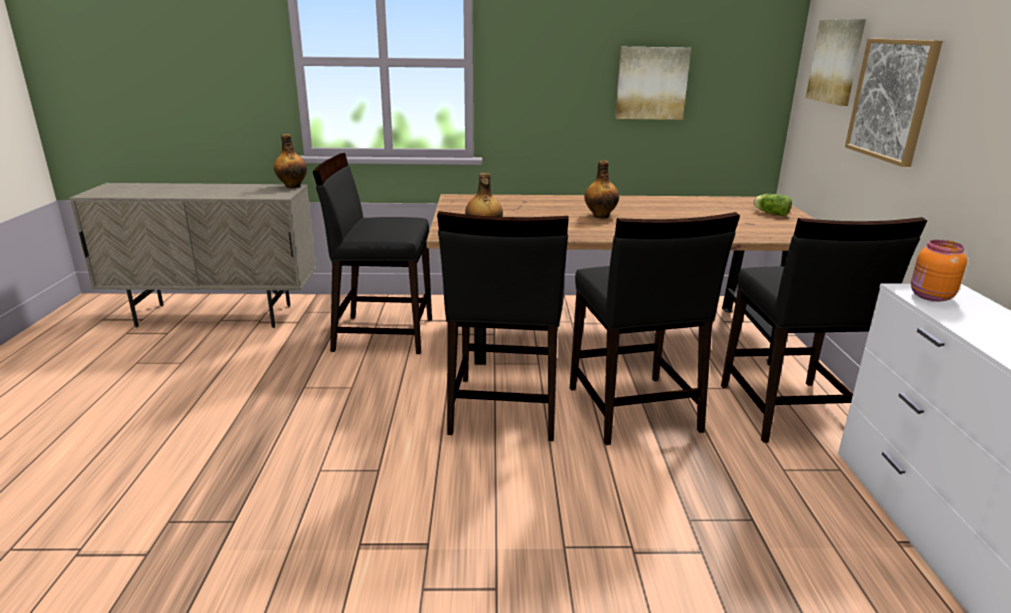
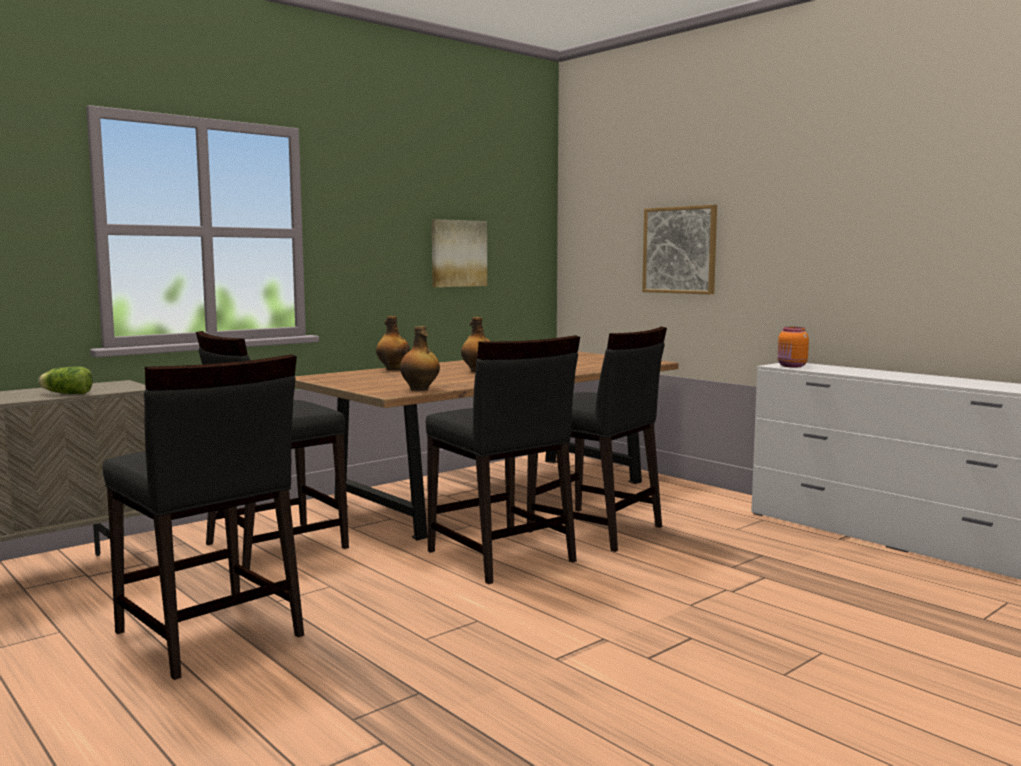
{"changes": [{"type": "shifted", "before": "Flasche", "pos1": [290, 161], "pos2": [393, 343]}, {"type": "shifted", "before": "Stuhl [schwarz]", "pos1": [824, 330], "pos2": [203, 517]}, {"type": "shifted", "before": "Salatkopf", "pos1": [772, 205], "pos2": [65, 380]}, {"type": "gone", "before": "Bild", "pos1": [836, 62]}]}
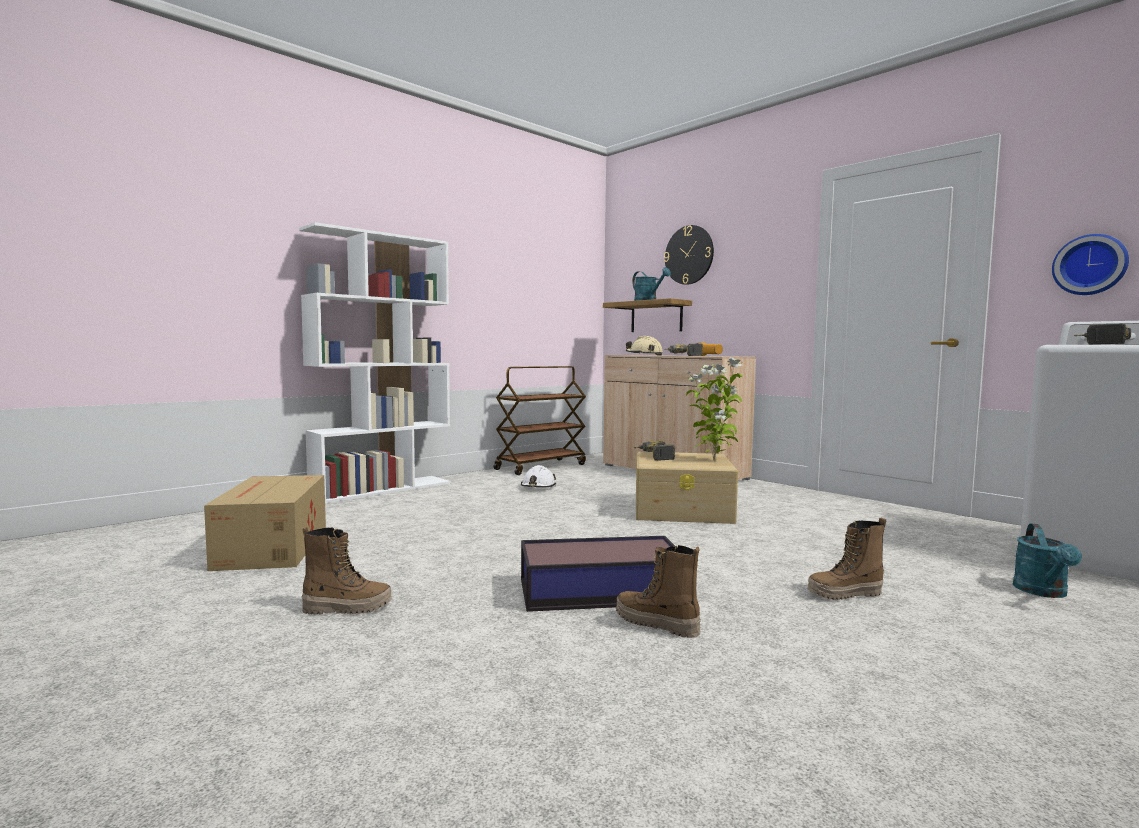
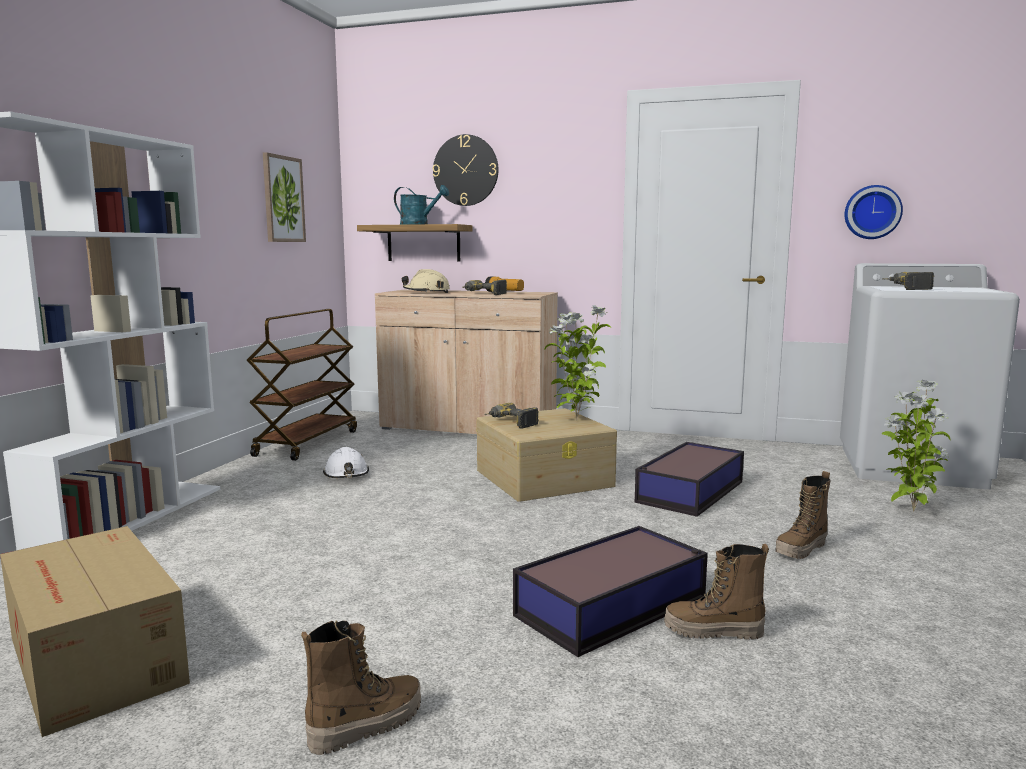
{"changes": [{"type": "swapped", "before": "Gießkanne [türkis]", "after": "Topfpflanze", "pos1": [1047, 560], "pos2": [916, 445]}, {"type": "new", "after": "Bild", "pos2": [284, 197]}, {"type": "new", "after": "Aufbewahrungsbox", "pos2": [689, 479]}]}
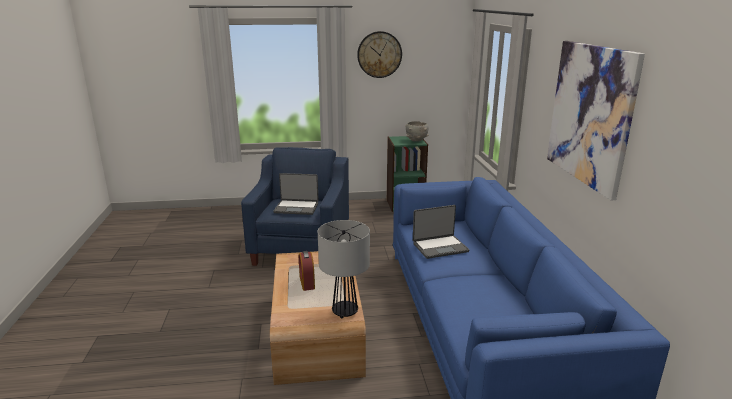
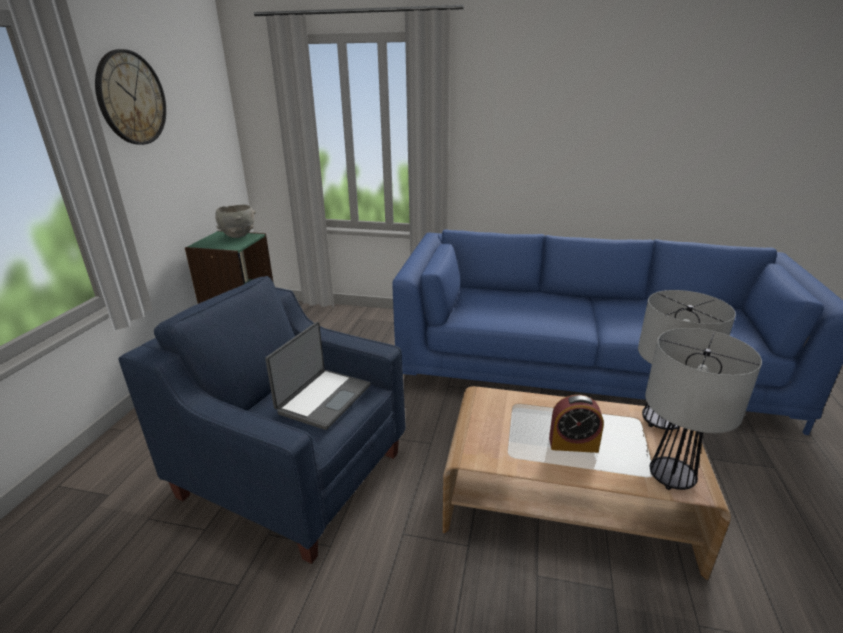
{"changes": [{"type": "gone", "before": "Laptop", "pos1": [441, 232]}, {"type": "gone", "before": "Bild", "pos1": [596, 120]}, {"type": "new", "after": "Tischlampe", "pos2": [703, 409]}]}
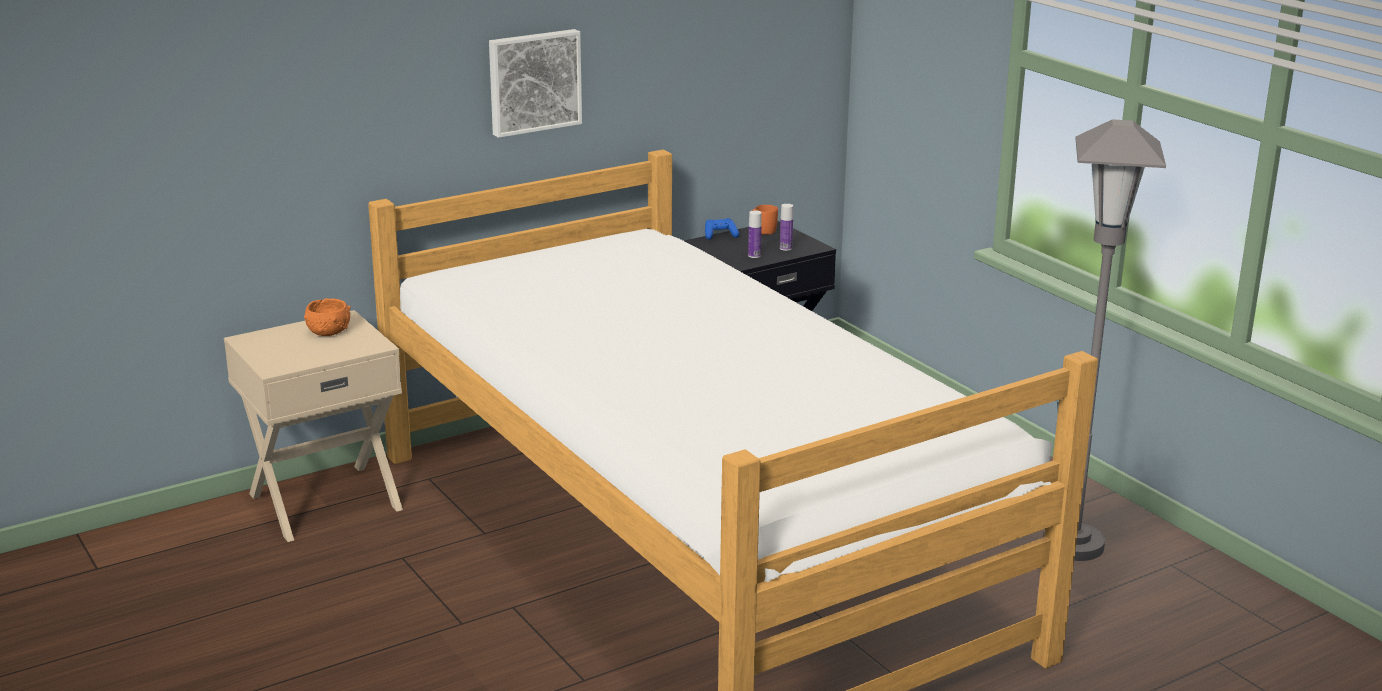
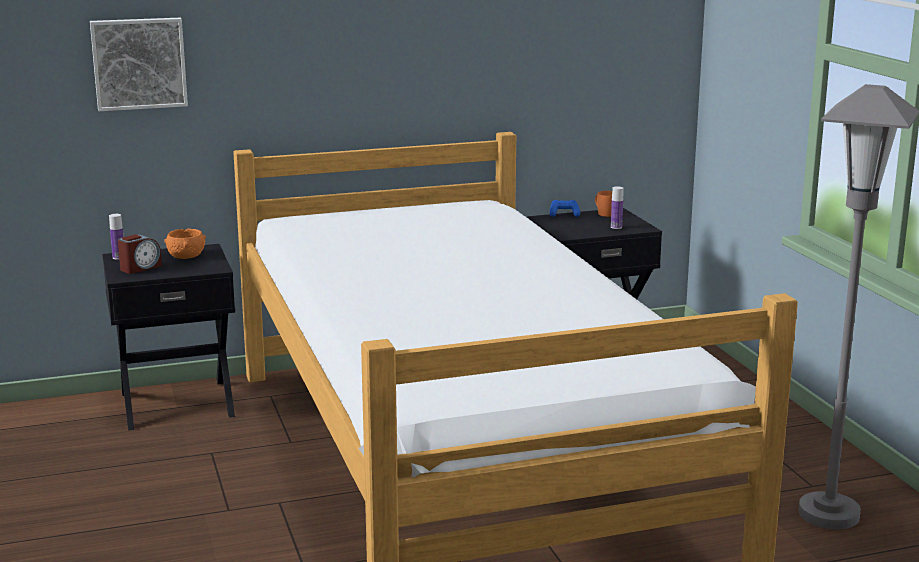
{"changes": [{"type": "repainted", "before": "Nachttisch [beige]", "after": "Nachttisch [schwarz]", "pos1": [313, 426], "pos2": [168, 337]}, {"type": "shifted", "before": "Bild", "pos1": [535, 83], "pos2": [139, 64]}, {"type": "shifted", "before": "Flasche", "pos1": [755, 234], "pos2": [116, 237]}, {"type": "new", "after": "Wecker", "pos2": [140, 254]}]}
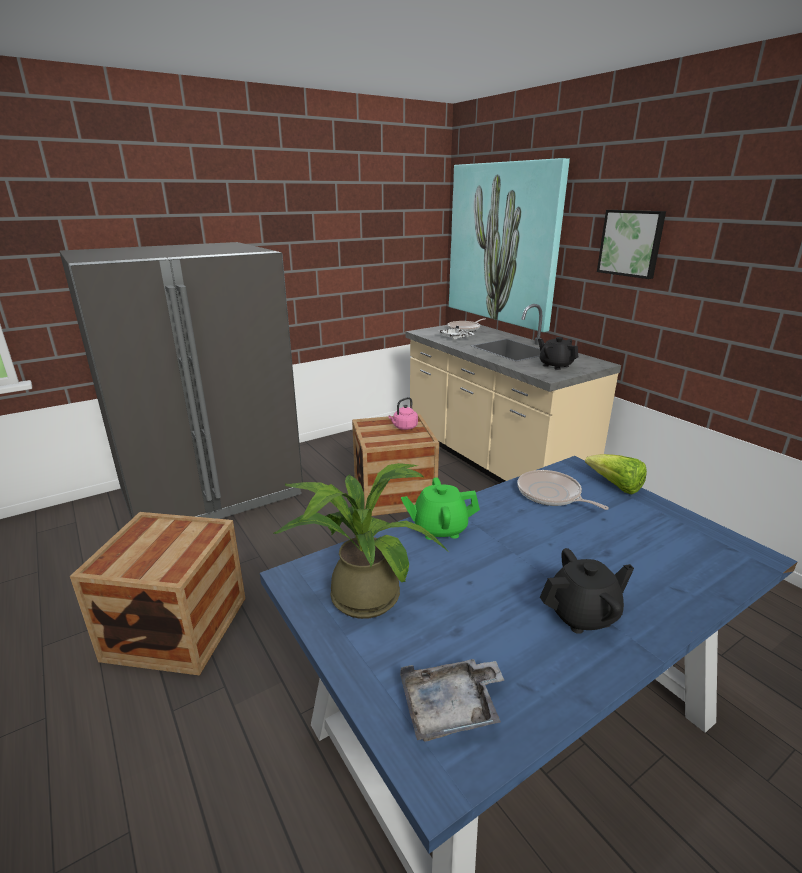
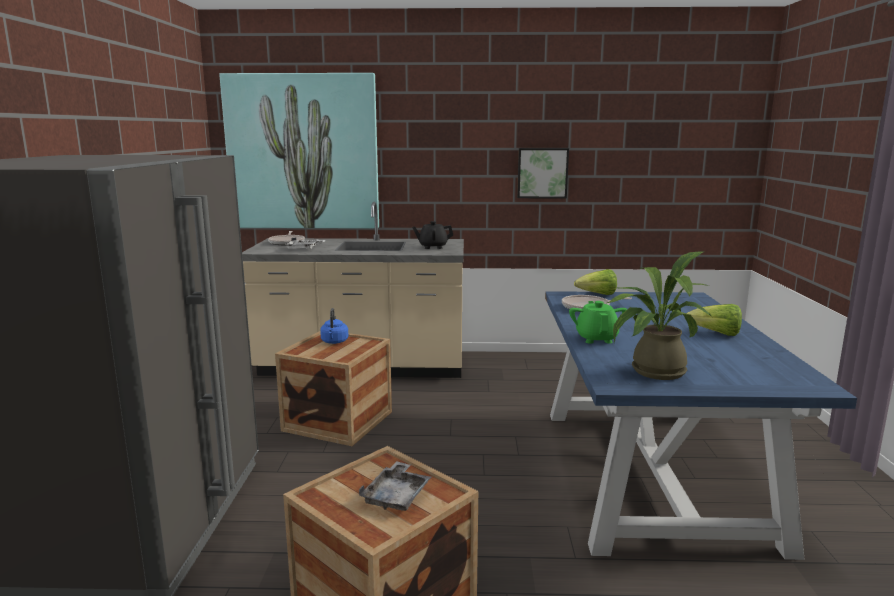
{"changes": [{"type": "repainted", "before": "Wasserkessel [rosa]", "after": "Wasserkessel [blau]", "pos1": [403, 413], "pos2": [334, 326]}, {"type": "shifted", "before": "Tablett [grau]", "pos1": [452, 700], "pos2": [395, 486]}, {"type": "rotated", "before": "Teekanne [grün]", "pos1": [440, 508], "pos2": [598, 322], "turn": 150}, {"type": "swapped", "before": "Teekanne [schwarz]", "after": "Salatkopf", "pos1": [587, 591], "pos2": [713, 320]}, {"type": "shifted", "before": "Bild", "pos1": [631, 244], "pos2": [543, 173]}]}
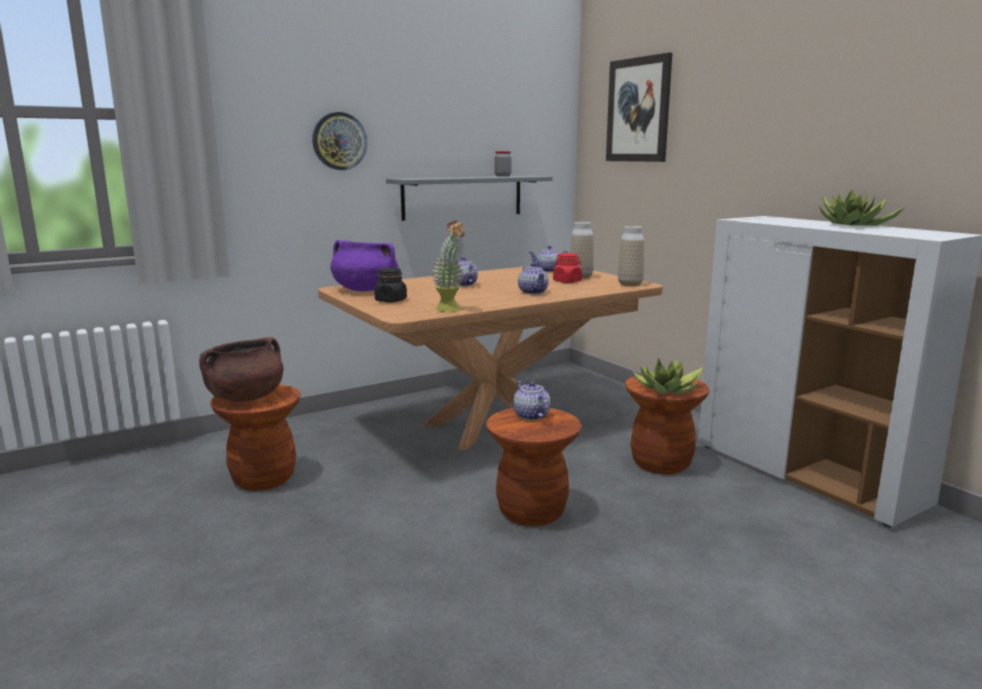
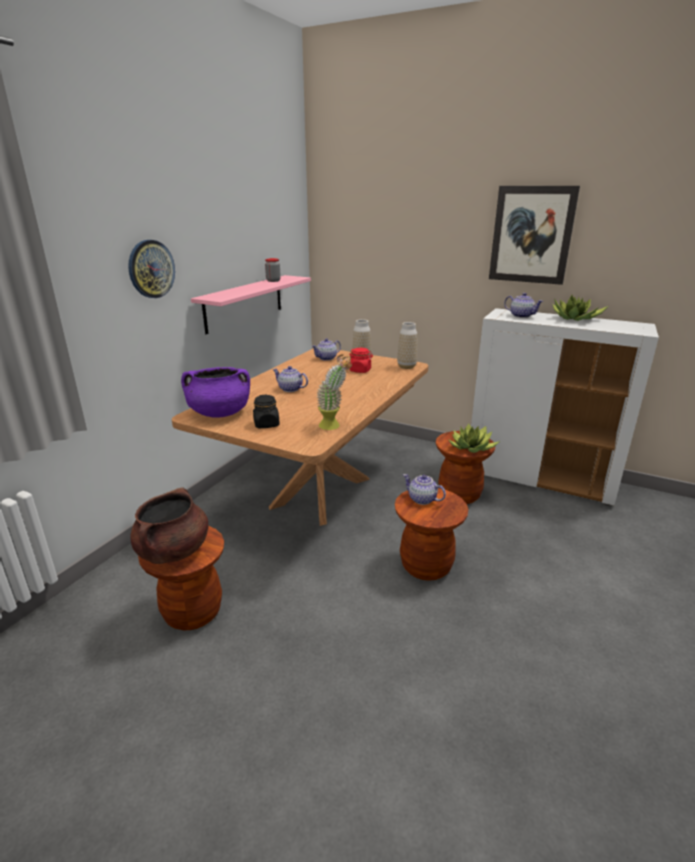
{"changes": [{"type": "repainted", "before": "Wandregal [grau]", "after": "Wandregal [rosa]", "pos1": [469, 198], "pos2": [251, 304]}, {"type": "shifted", "before": "Teekanne", "pos1": [533, 278], "pos2": [524, 305]}, {"type": "shifted", "before": "Bild", "pos1": [639, 107], "pos2": [534, 235]}]}
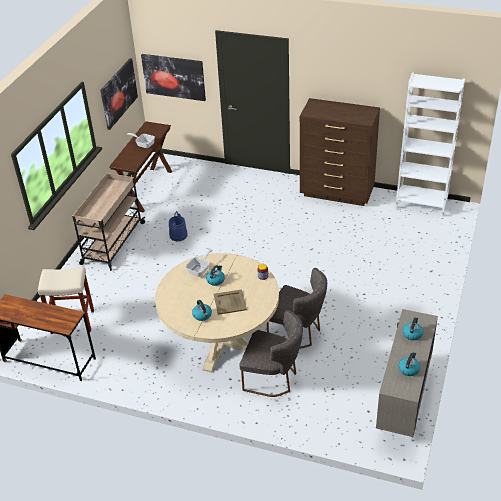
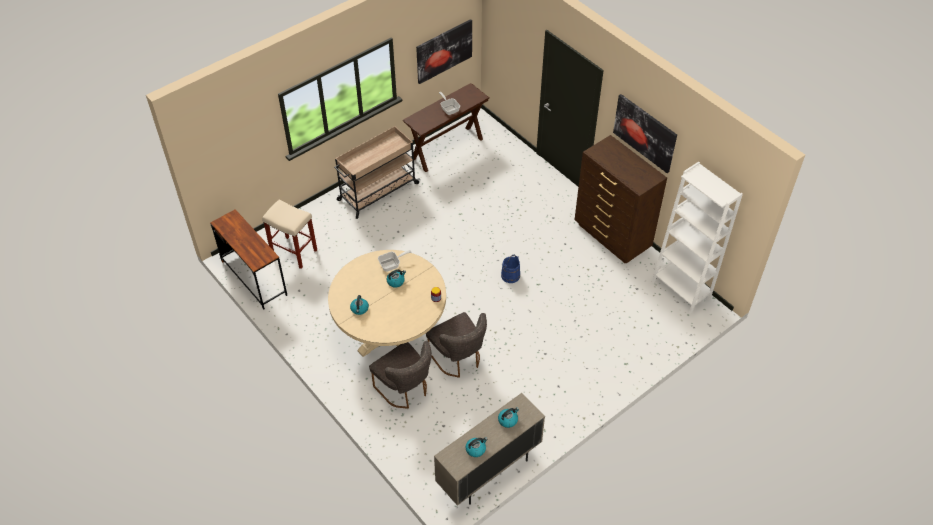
{"changes": [{"type": "shifted", "before": "Bild", "pos1": [173, 77], "pos2": [645, 133]}, {"type": "shifted", "before": "Eimer [blau]", "pos1": [178, 226], "pos2": [510, 269]}, {"type": "gone", "before": "Tablett [beige]", "pos1": [230, 302]}]}
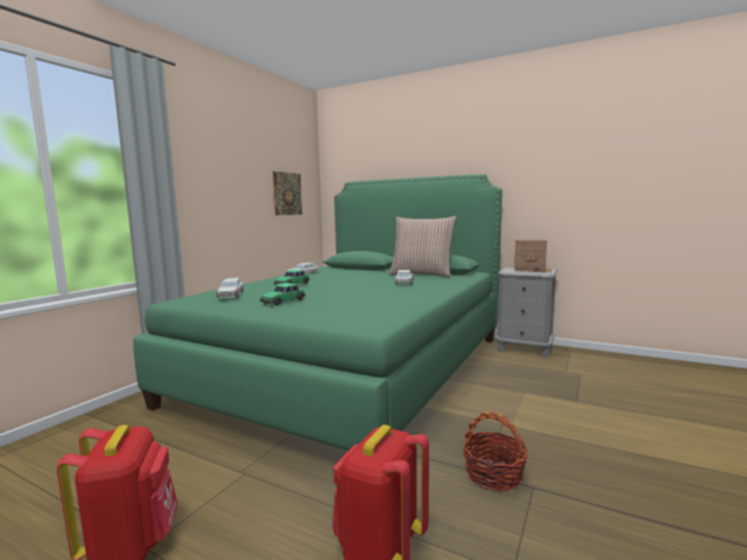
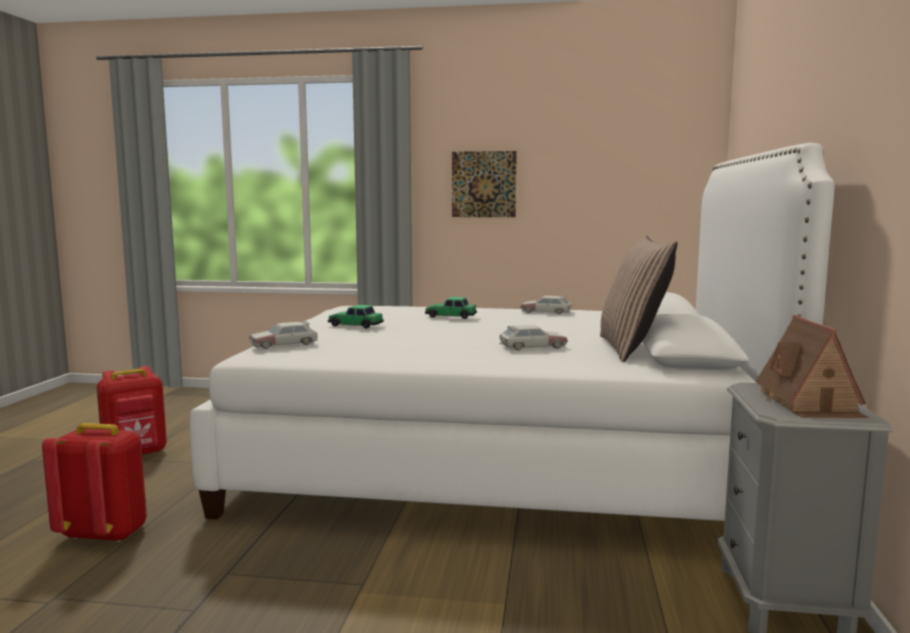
{"changes": [{"type": "repainted", "before": "Bett [grün]", "after": "Bett [weiß]", "pos1": [317, 312], "pos2": [512, 332]}, {"type": "shifted", "before": "Spielzeugauto", "pos1": [229, 287], "pos2": [283, 335]}, {"type": "shifted", "before": "Bild", "pos1": [287, 193], "pos2": [484, 184]}, {"type": "gone", "before": "Korb", "pos1": [495, 451]}]}
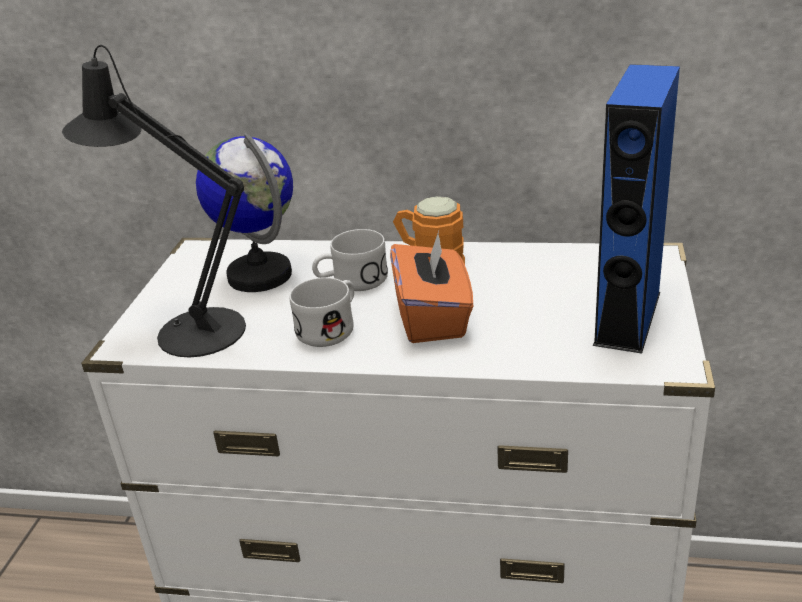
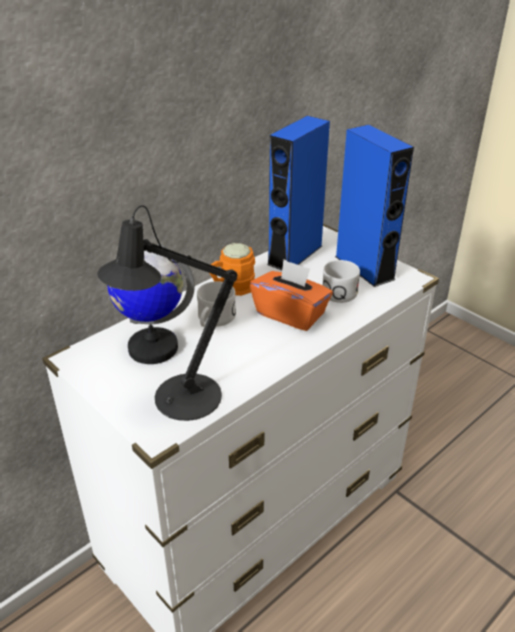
{"changes": [{"type": "shifted", "before": "Henkelbecher [weiß]", "pos1": [321, 312], "pos2": [341, 281]}, {"type": "new", "after": "Lautsprecher [blau]", "pos2": [298, 193]}]}
